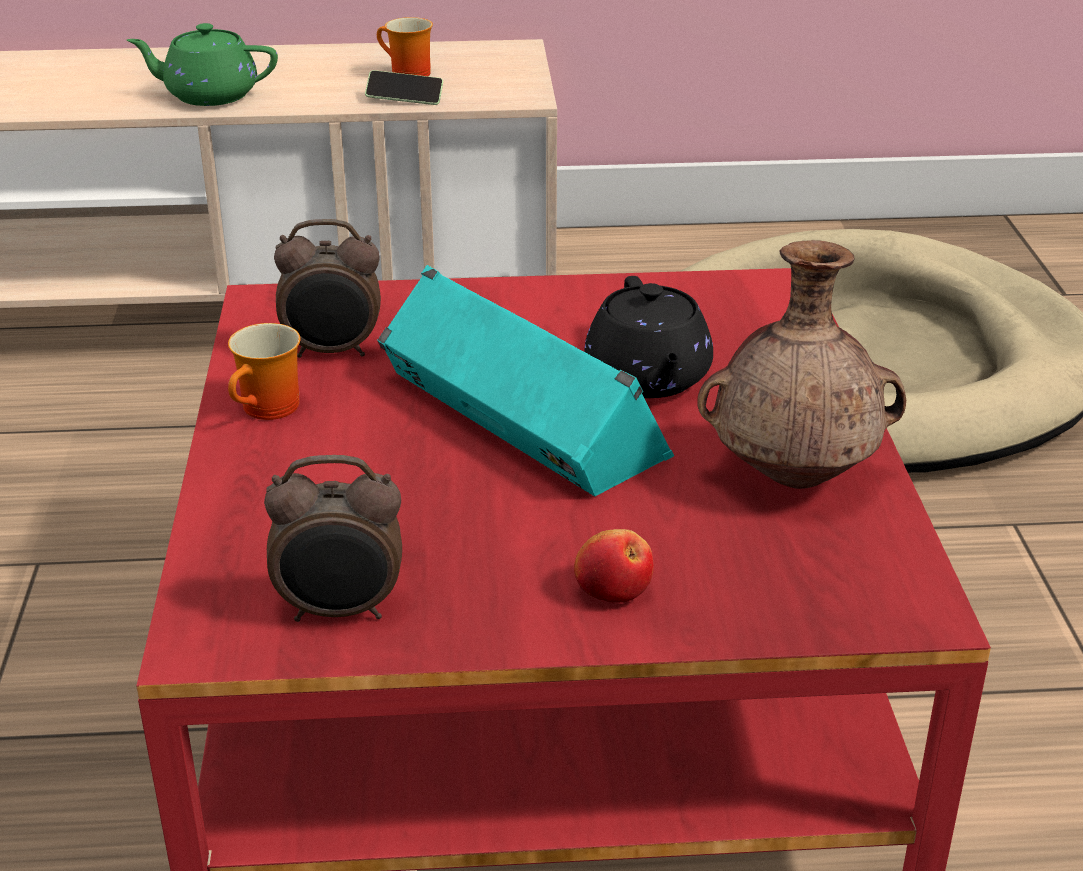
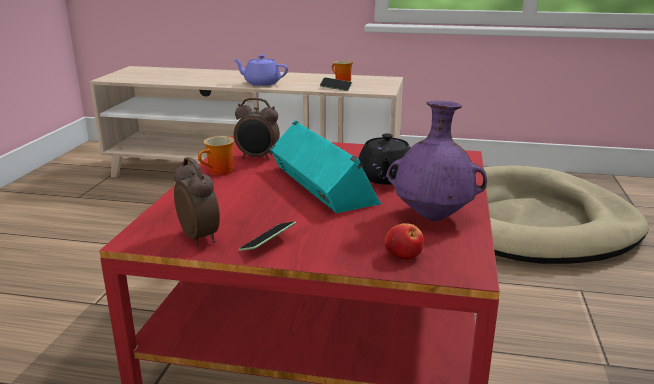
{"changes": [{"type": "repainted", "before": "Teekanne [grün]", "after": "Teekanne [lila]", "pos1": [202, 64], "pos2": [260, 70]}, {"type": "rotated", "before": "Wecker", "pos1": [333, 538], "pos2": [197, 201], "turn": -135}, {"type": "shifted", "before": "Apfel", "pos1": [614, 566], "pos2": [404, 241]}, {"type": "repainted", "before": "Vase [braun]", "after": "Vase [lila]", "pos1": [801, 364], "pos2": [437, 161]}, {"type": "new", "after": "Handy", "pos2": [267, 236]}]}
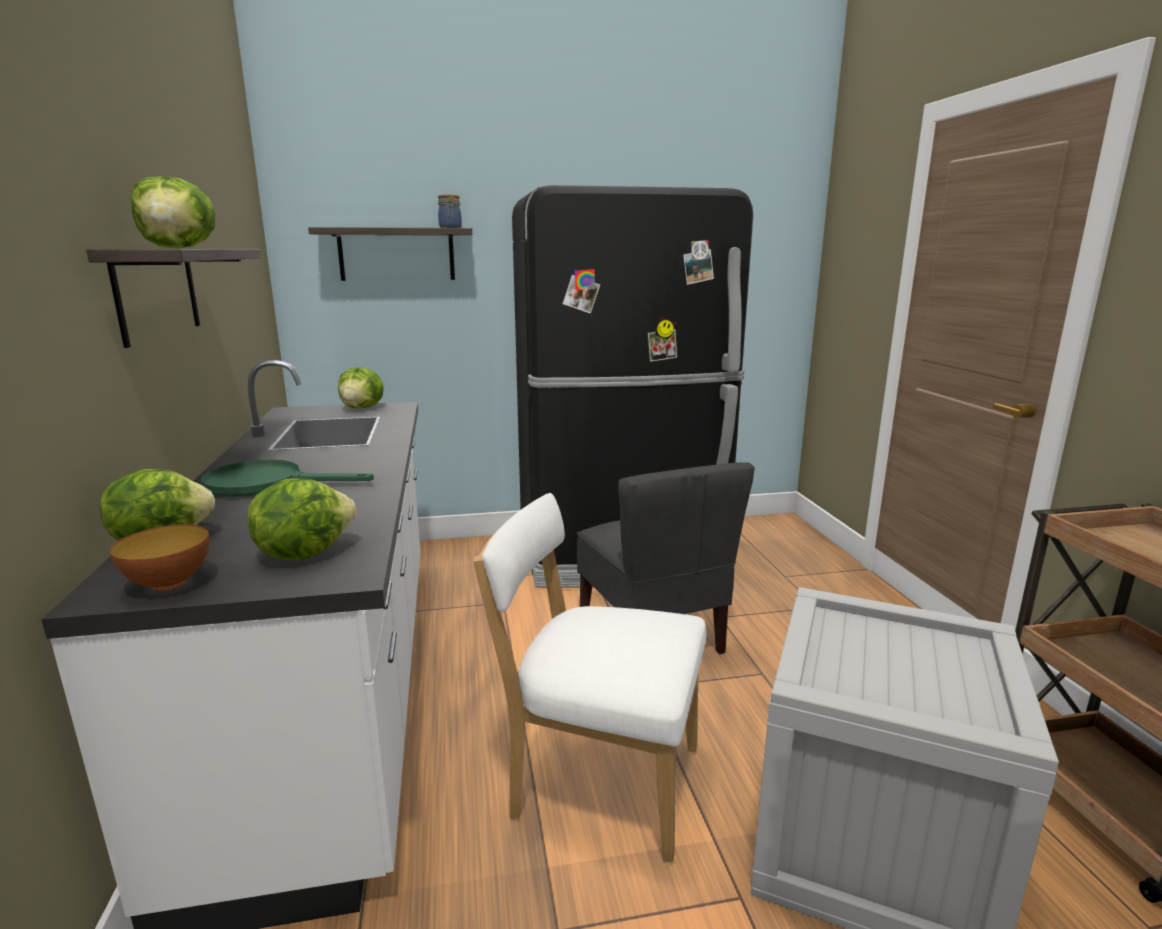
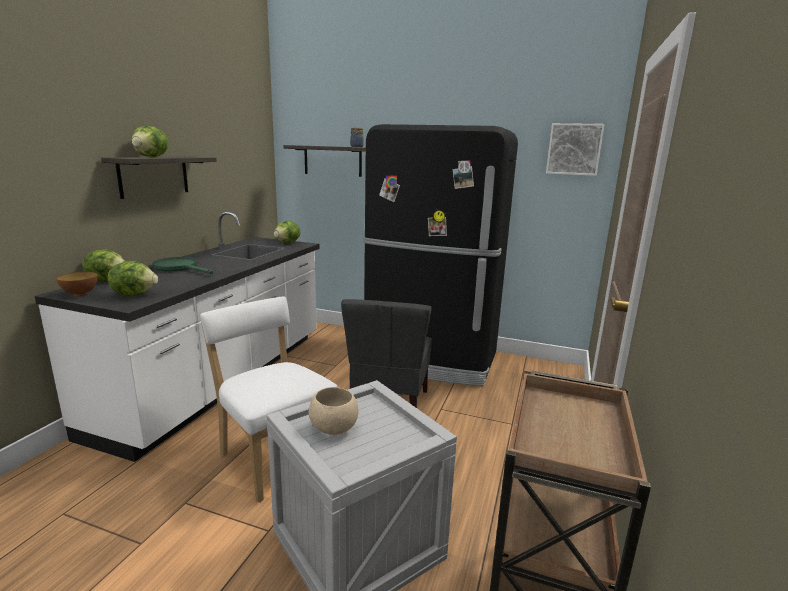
{"changes": [{"type": "new", "after": "Schüssel [beige]", "pos2": [333, 411]}, {"type": "new", "after": "Bild", "pos2": [575, 149]}]}
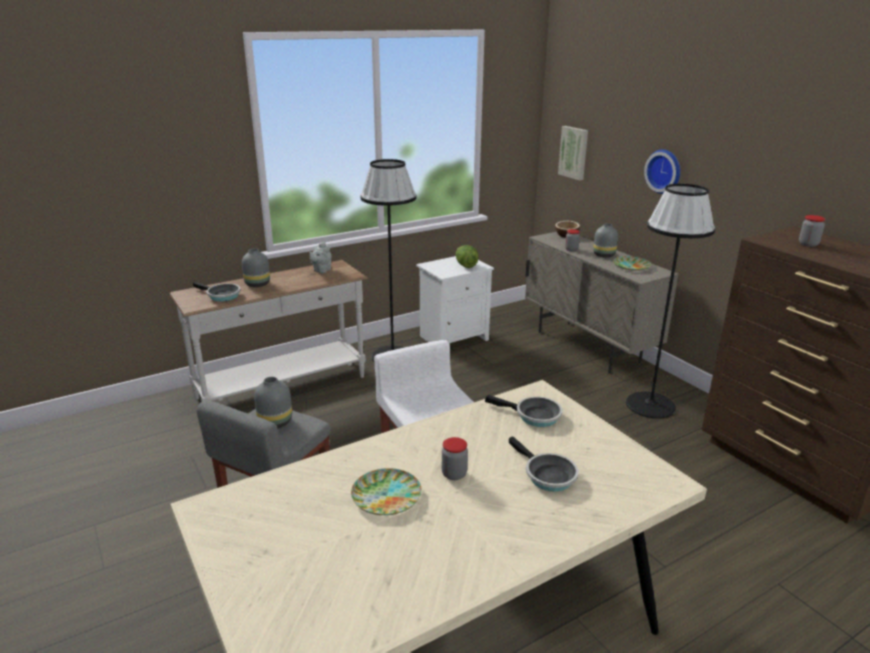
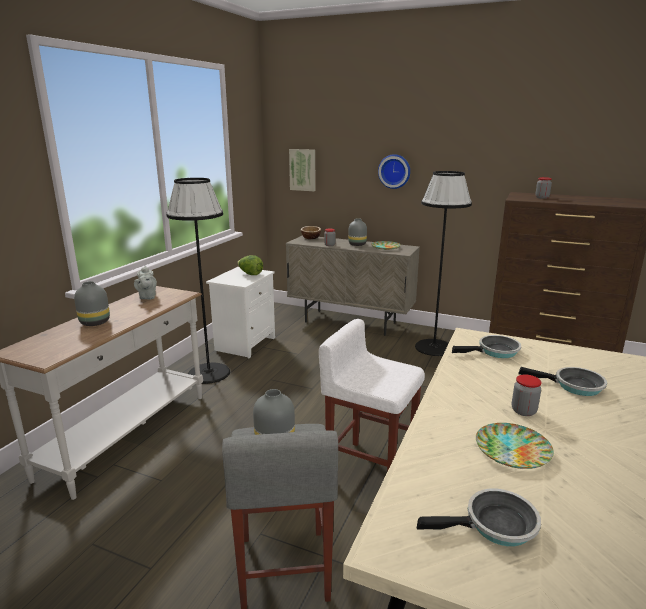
{"changes": [{"type": "shifted", "before": "Pfanne", "pos1": [216, 292], "pos2": [479, 517]}]}
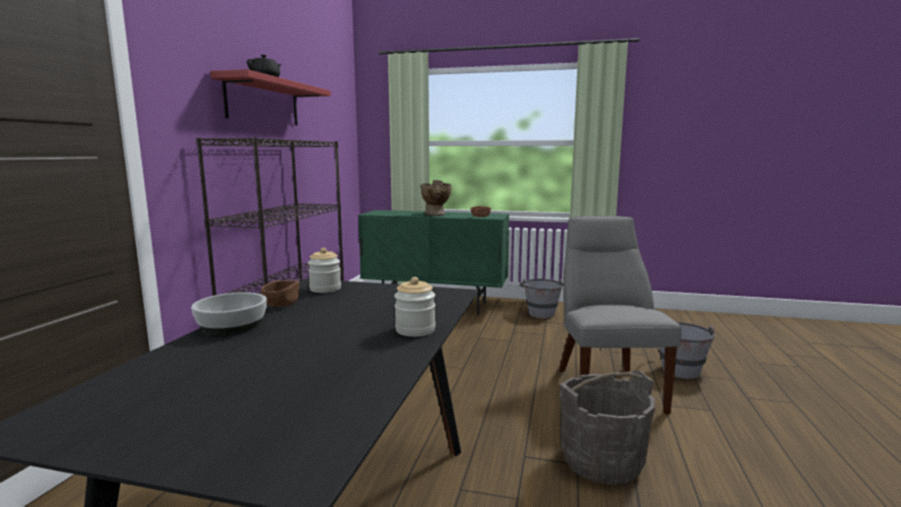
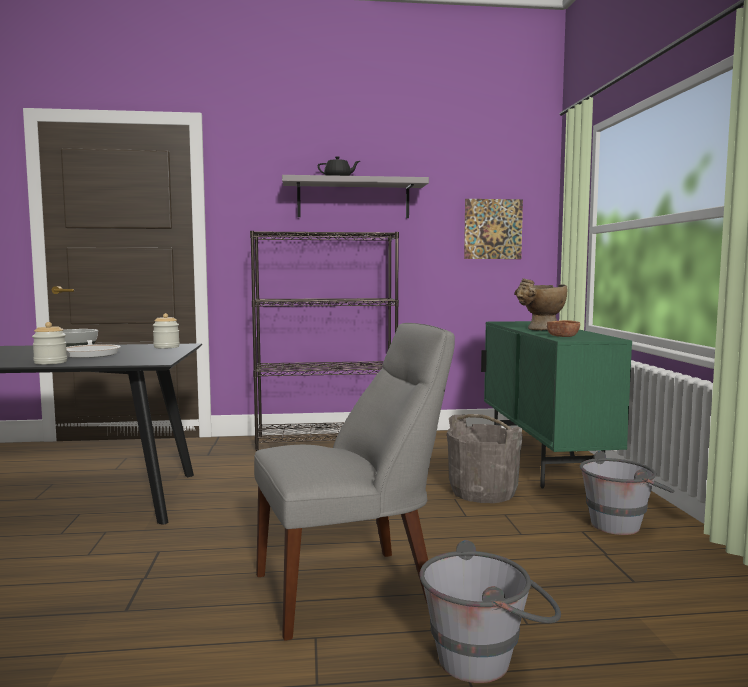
{"changes": [{"type": "repainted", "before": "Wandregal [rot]", "after": "Wandregal [grau]", "pos1": [270, 97], "pos2": [355, 196]}, {"type": "gone", "before": "Schüssel [braun]", "pos1": [280, 293]}, {"type": "shifted", "before": "Eimer [grau]", "pos1": [607, 427], "pos2": [485, 458]}, {"type": "new", "after": "Pfanne", "pos2": [93, 349]}, {"type": "new", "after": "Bild", "pos2": [493, 229]}]}
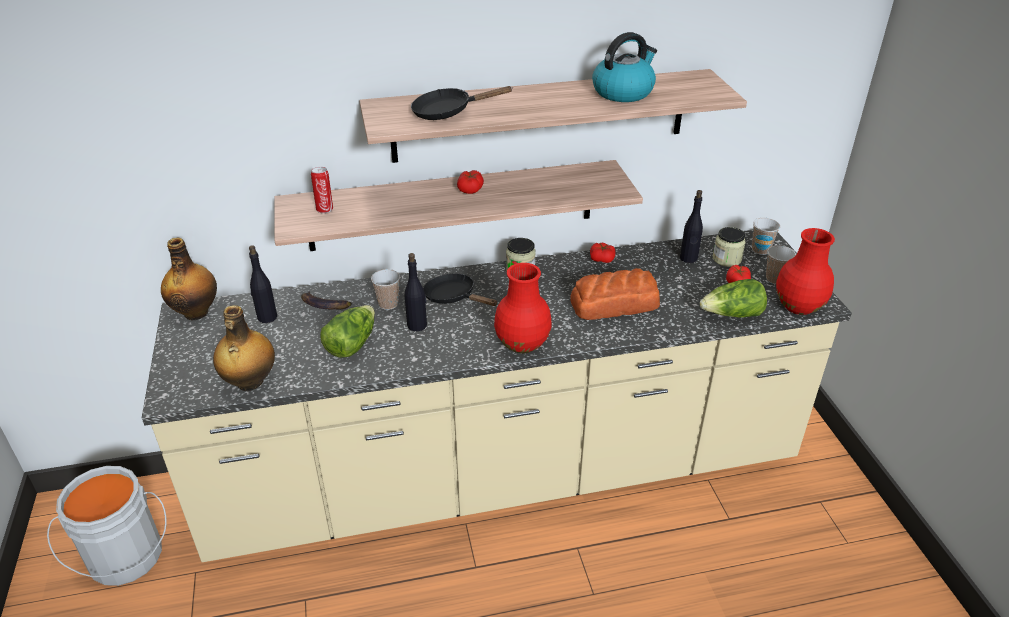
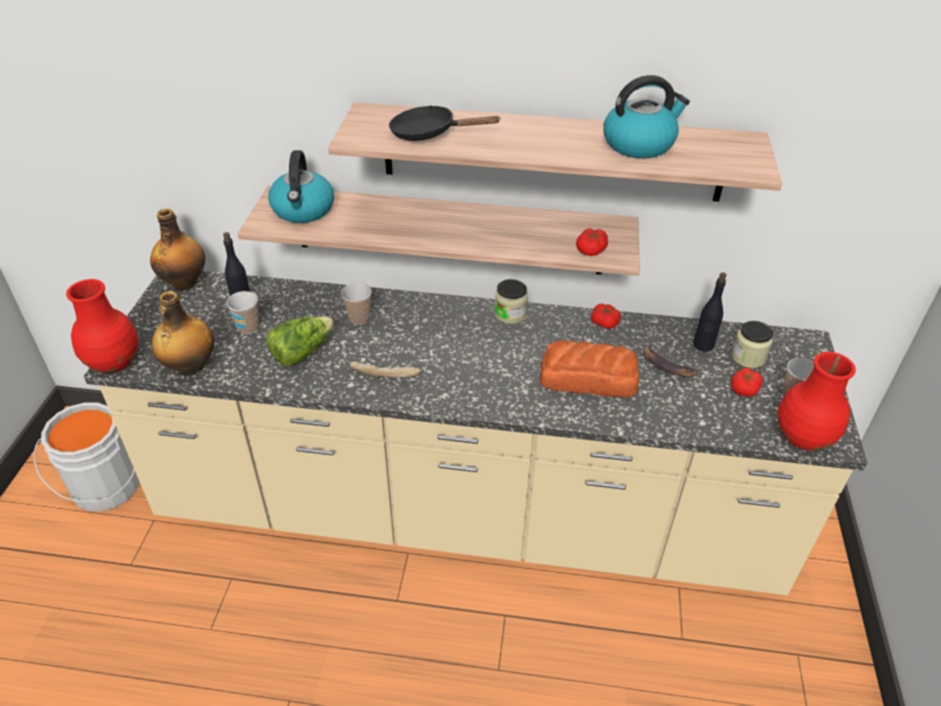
{"changes": [{"type": "shifted", "before": "Banane", "pos1": [326, 300], "pos2": [670, 361]}, {"type": "swapped", "before": "Dose", "after": "Wasserkessel", "pos1": [322, 190], "pos2": [301, 186]}, {"type": "gone", "before": "Flasche [schwarz]", "pos1": [415, 292]}, {"type": "gone", "before": "Pfanne [schwarz]", "pos1": [460, 290]}, {"type": "shifted", "before": "Tomate", "pos1": [470, 182], "pos2": [592, 242]}, {"type": "shifted", "before": "Vase [rot]", "pos1": [523, 308], "pos2": [102, 326]}, {"type": "gone", "before": "Salatkopf", "pos1": [733, 298]}, {"type": "shifted", "before": "Tasse", "pos1": [766, 236], "pos2": [242, 312]}, {"type": "new", "after": "Brot", "pos2": [385, 369]}]}
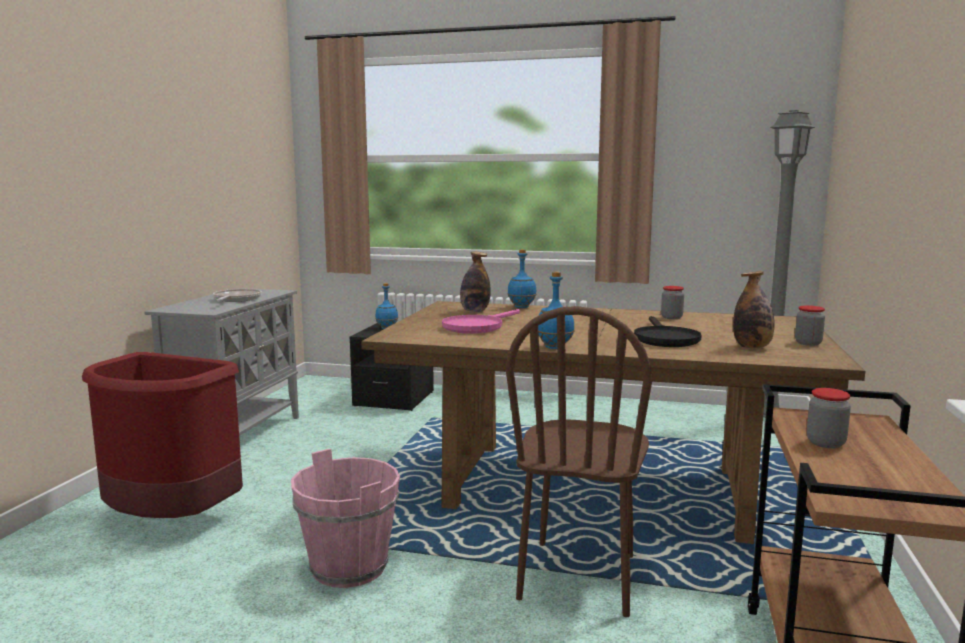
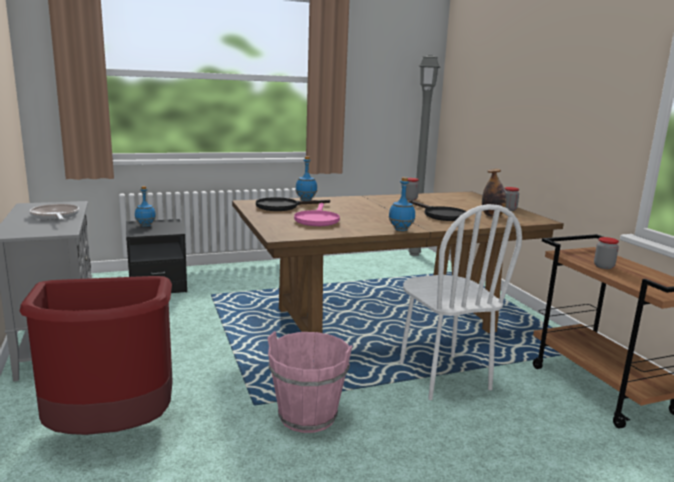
{"changes": [{"type": "swapped", "before": "Flasche", "after": "Pfanne [schwarz]", "pos1": [475, 282], "pos2": [293, 204]}, {"type": "repainted", "before": "Stuhl [braun]", "after": "Stuhl [weiß]", "pos1": [579, 461], "pos2": [461, 302]}]}
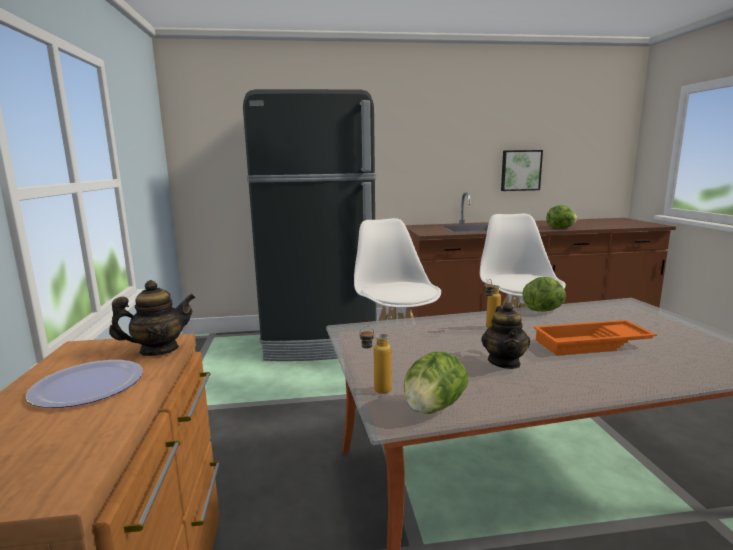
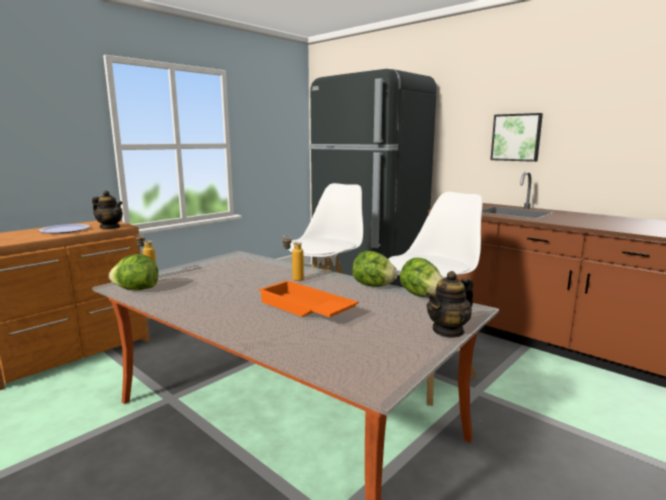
{"changes": [{"type": "shifted", "before": "Teekanne", "pos1": [505, 335], "pos2": [449, 304]}, {"type": "shifted", "before": "Bild", "pos1": [522, 170], "pos2": [516, 137]}, {"type": "shifted", "before": "Salatkopf", "pos1": [561, 216], "pos2": [421, 277]}]}
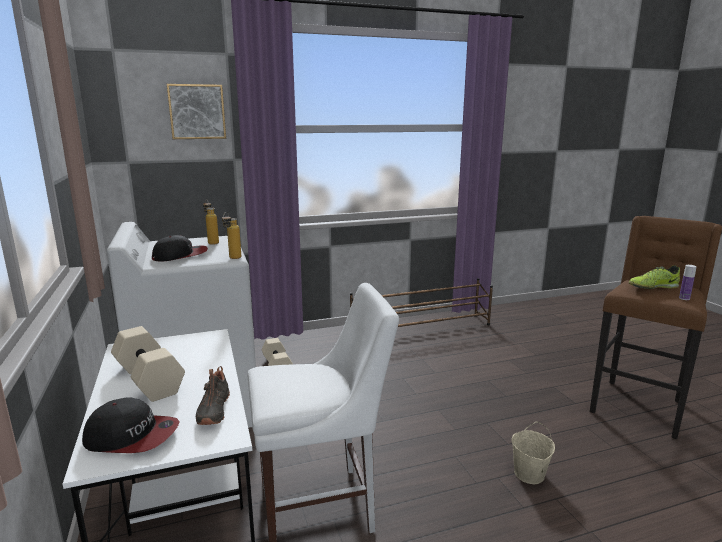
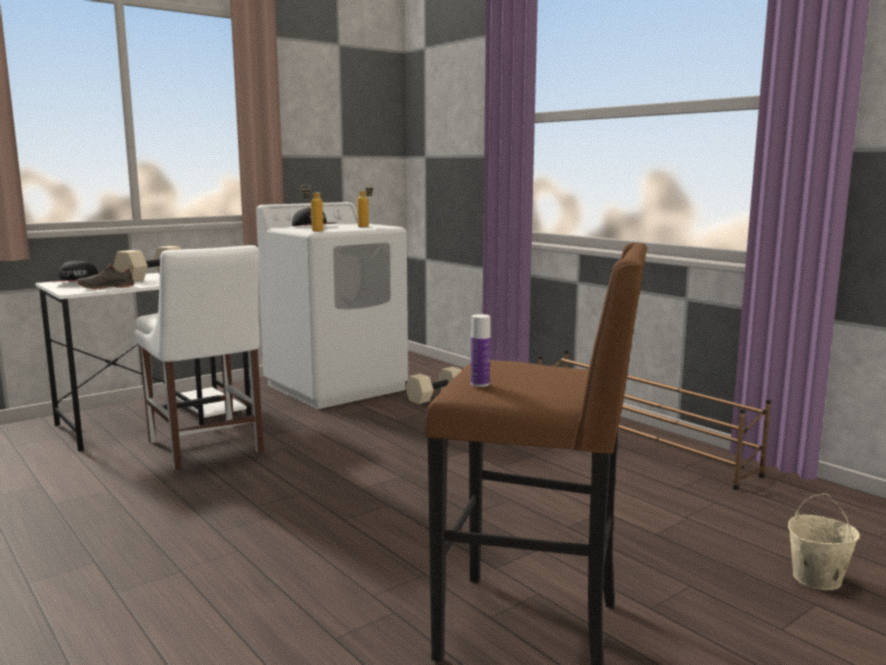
{"changes": [{"type": "gone", "before": "Bild", "pos1": [196, 111]}, {"type": "shifted", "before": "Eimer [beige]", "pos1": [533, 453], "pos2": [824, 542]}, {"type": "gone", "before": "Schuh", "pos1": [654, 277]}]}
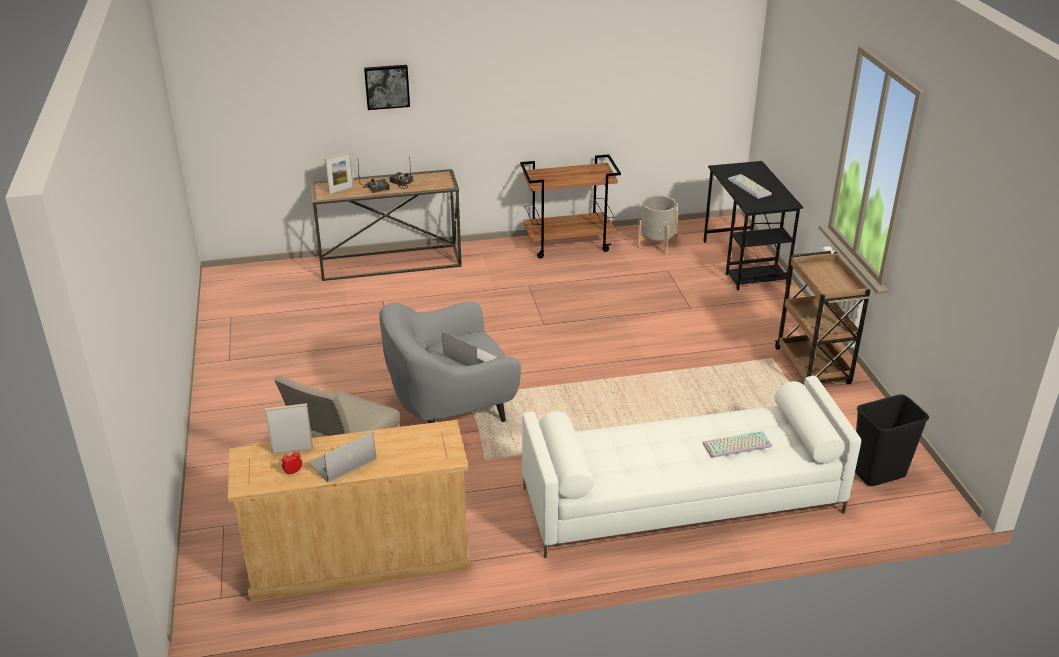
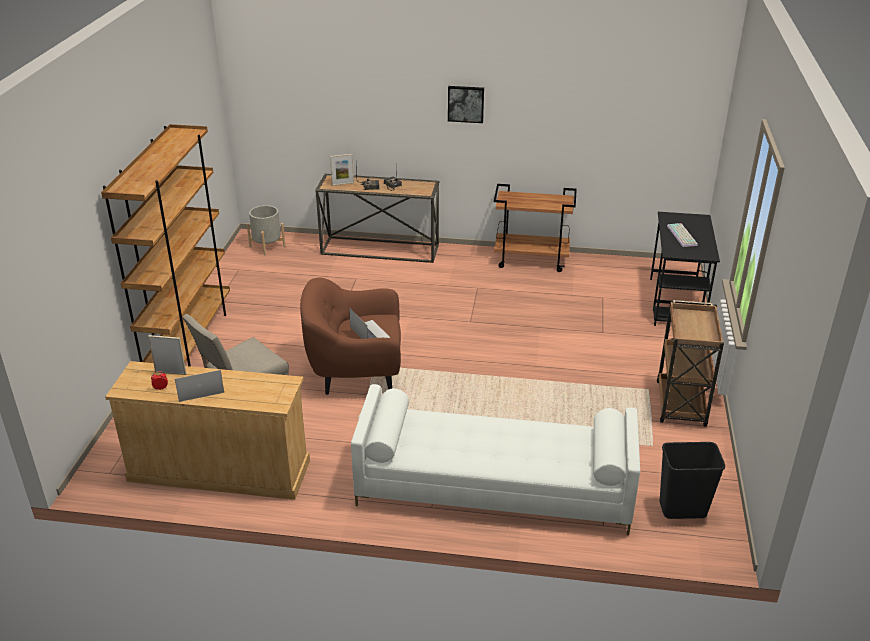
{"changes": [{"type": "shifted", "before": "Bild", "pos1": [387, 87], "pos2": [466, 104]}, {"type": "repainted", "before": "Sessel [grau]", "after": "Sessel [braun]", "pos1": [450, 362], "pos2": [350, 336]}, {"type": "shifted", "before": "Pflanzkübel [grau]", "pos1": [657, 225], "pos2": [266, 230]}, {"type": "gone", "before": "Tastatur", "pos1": [737, 444]}, {"type": "new", "after": "Bücherregal [braun]", "pos2": [165, 245]}]}
